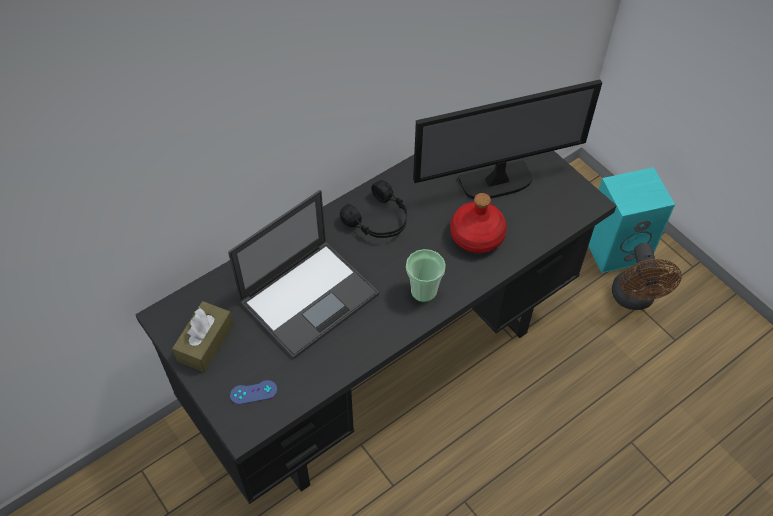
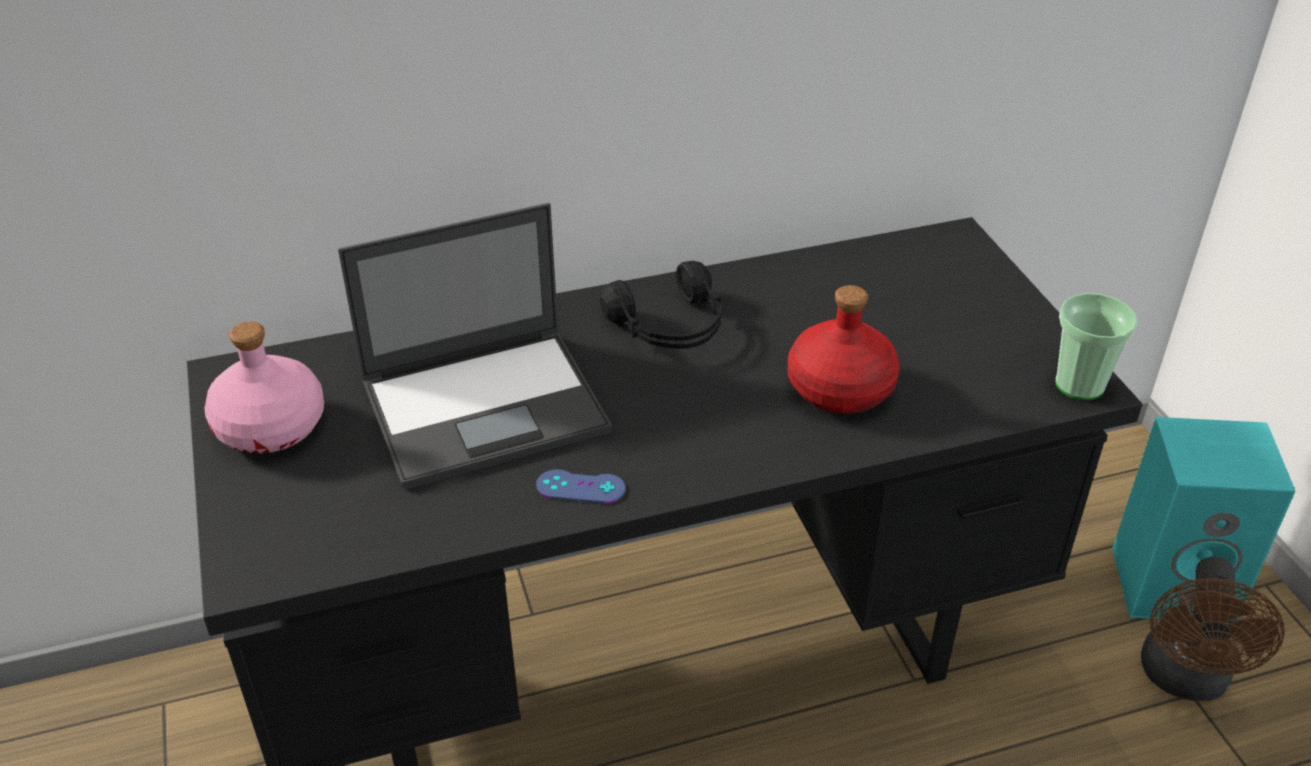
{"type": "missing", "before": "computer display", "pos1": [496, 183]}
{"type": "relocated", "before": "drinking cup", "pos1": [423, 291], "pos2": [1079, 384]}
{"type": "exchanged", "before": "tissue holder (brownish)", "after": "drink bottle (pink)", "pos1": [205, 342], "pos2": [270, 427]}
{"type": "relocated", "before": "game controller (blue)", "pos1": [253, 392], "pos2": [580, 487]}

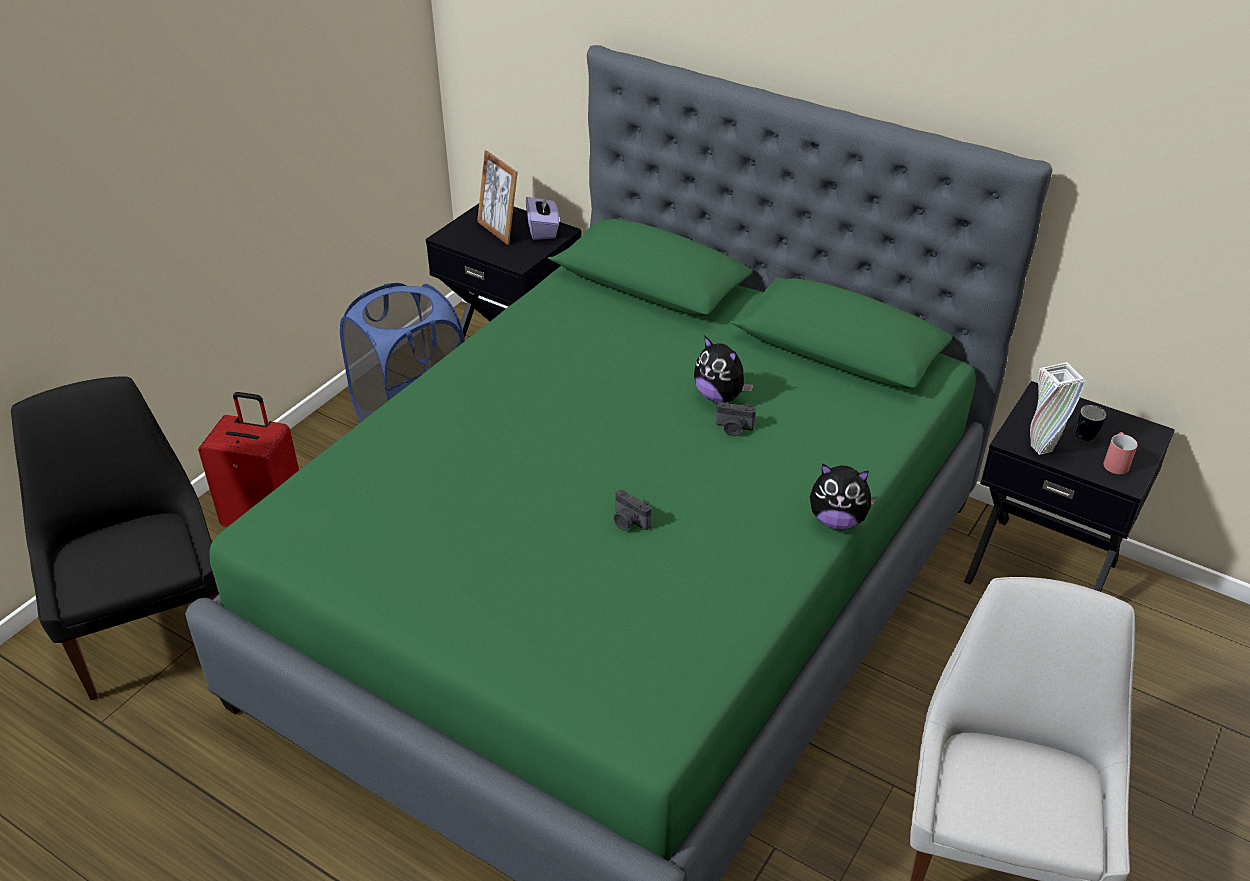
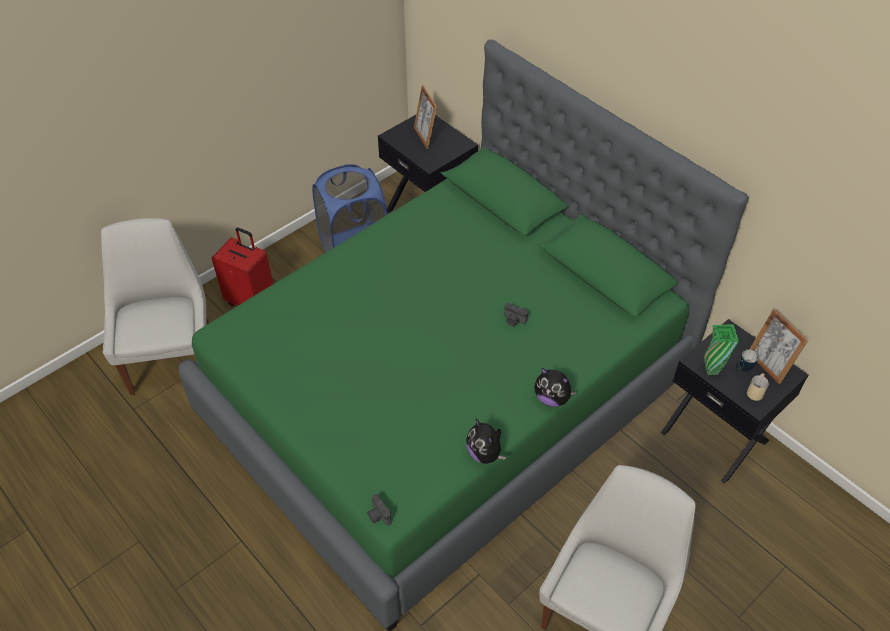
{"type": "missing", "before": "tissue holder (purplish)", "pos1": [543, 230]}
{"type": "relocated", "before": "soft toy", "pos1": [720, 396], "pos2": [485, 453]}
{"type": "colour", "before": "vase (white-coloured)", "after": "vase (green-coloured)", "pos1": [1041, 448], "pos2": [711, 370]}
{"type": "colour", "before": "chair (black-coloured)", "after": "chair (white-coloured)", "pos1": [153, 629], "pos2": [173, 358]}
{"type": "colour", "before": "coffee mug (red-coloured)", "after": "coffee mug (sand-coloured)", "pos1": [1115, 462], "pos2": [756, 390]}
{"type": "relocated", "before": "photo camera", "pos1": [629, 522], "pos2": [378, 516]}
{"type": "appeared", "after": "standing frame", "pos2": [768, 365]}

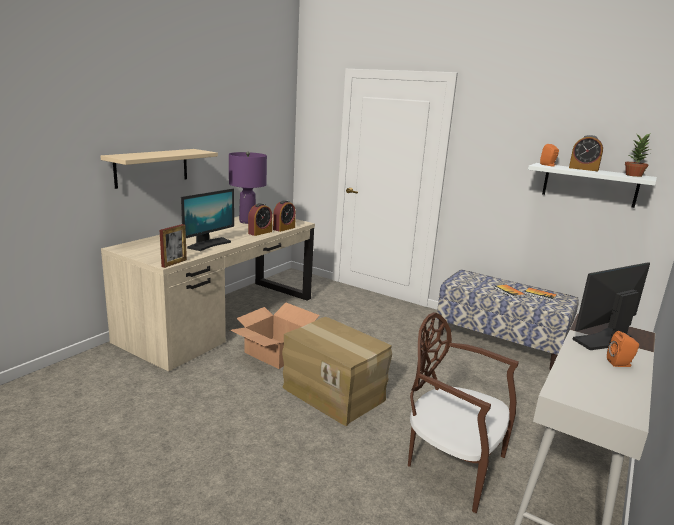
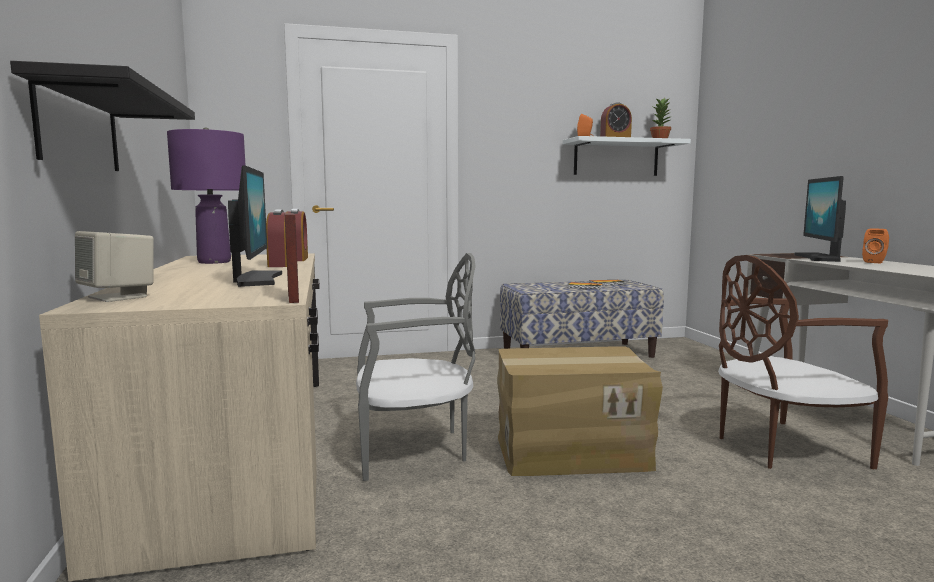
{"type": "colour", "before": "bracket shelf (sand-coloured)", "after": "bracket shelf (black-coloured)", "pos1": [152, 167], "pos2": [79, 128]}
{"type": "exchanged", "before": "cardboard box", "after": "chair (gray)", "pos1": [275, 353], "pos2": [413, 449]}
{"type": "appeared", "after": "speaker (sand-coloured)", "pos2": [119, 297]}

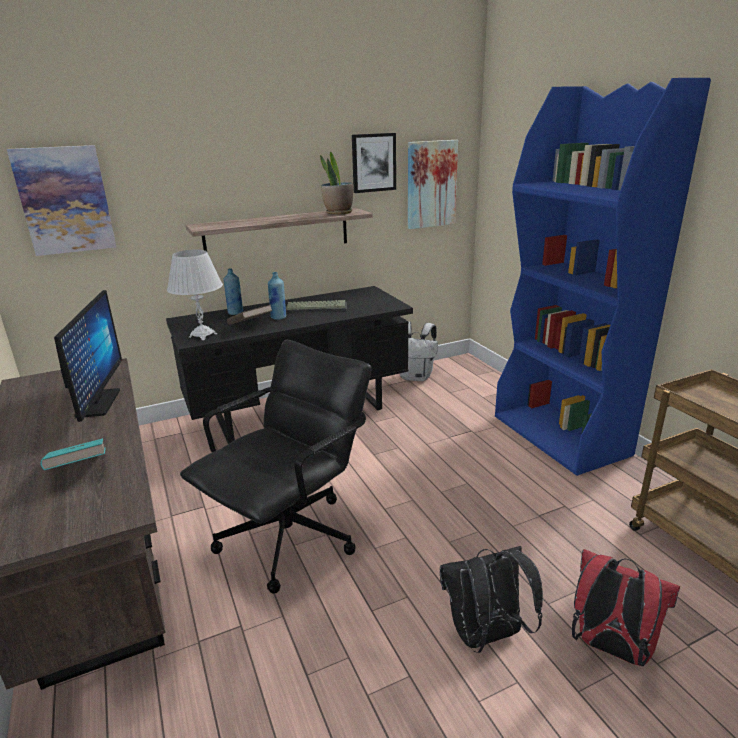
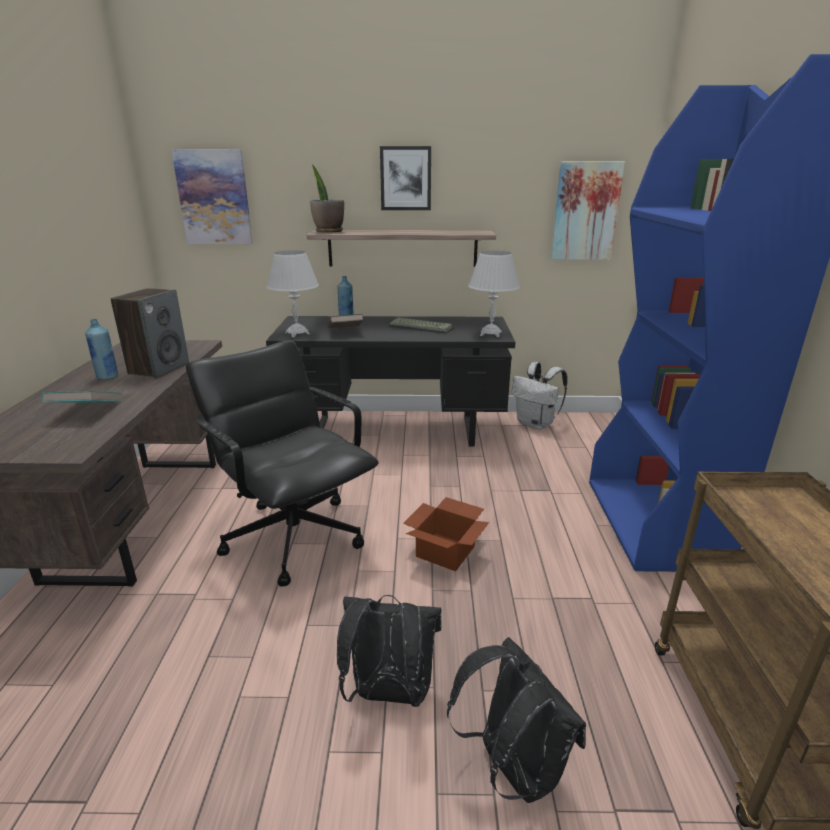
{"type": "relocated", "before": "wall picture", "pos1": [373, 162], "pos2": [405, 178]}
{"type": "relocated", "before": "plant in a pot", "pos1": [338, 213], "pos2": [328, 231]}
{"type": "relocated", "before": "drink bottle (blue)", "pos1": [278, 317], "pos2": [107, 377]}
{"type": "exchanged", "before": "computer display", "after": "speaker", "pos1": [98, 403], "pos2": [159, 369]}
{"type": "spun", "before": "computer chair (black-coloured)", "pos1": [290, 537], "pos2": [294, 536], "turn": -105}
{"type": "colour", "before": "rucksack (red-coloured)", "after": "rucksack (black-coloured)", "pos1": [610, 647], "pos2": [513, 766]}
{"type": "appeared", "after": "table lamp (white-coloured)", "pos2": [491, 334]}
{"type": "appeared", "after": "cardboard box", "pos2": [447, 551]}

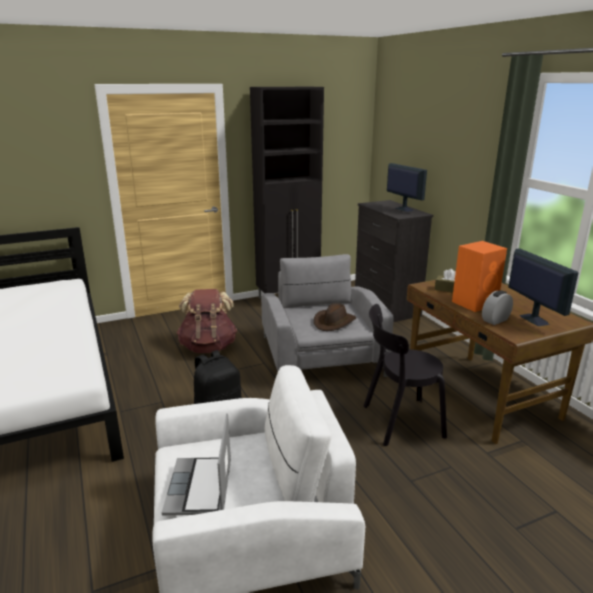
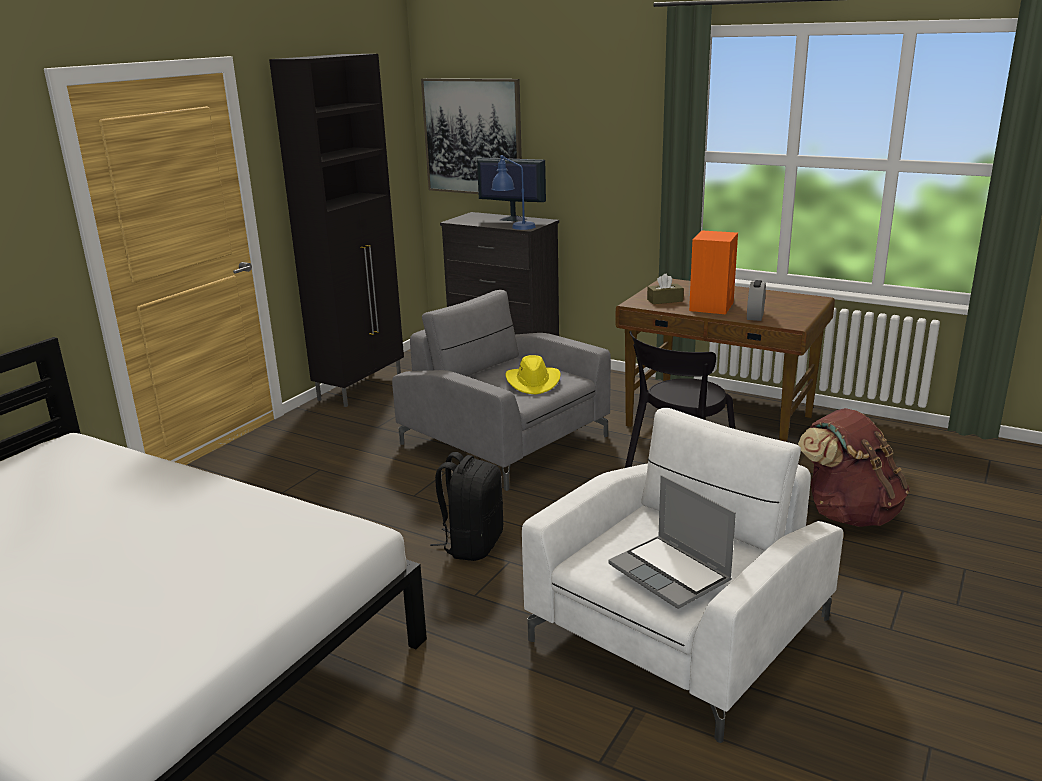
{"type": "missing", "before": "computer display", "pos1": [533, 319]}
{"type": "relocated", "before": "rucksack (brownish)", "pos1": [208, 347], "pos2": [848, 514]}
{"type": "colour", "before": "hat (brownish)", "after": "hat (yellowish)", "pos1": [334, 322], "pos2": [533, 382]}
{"type": "appeared", "after": "wall picture", "pos2": [473, 137]}
{"type": "appeared", "after": "table lamp (blue)", "pos2": [513, 226]}

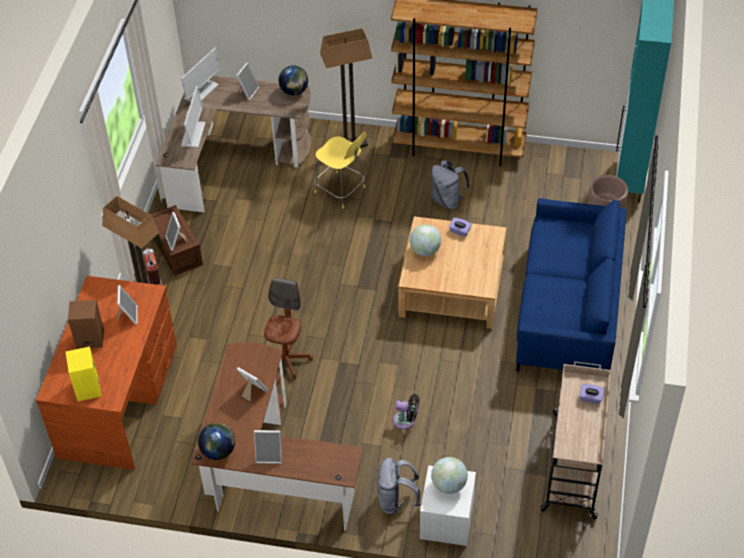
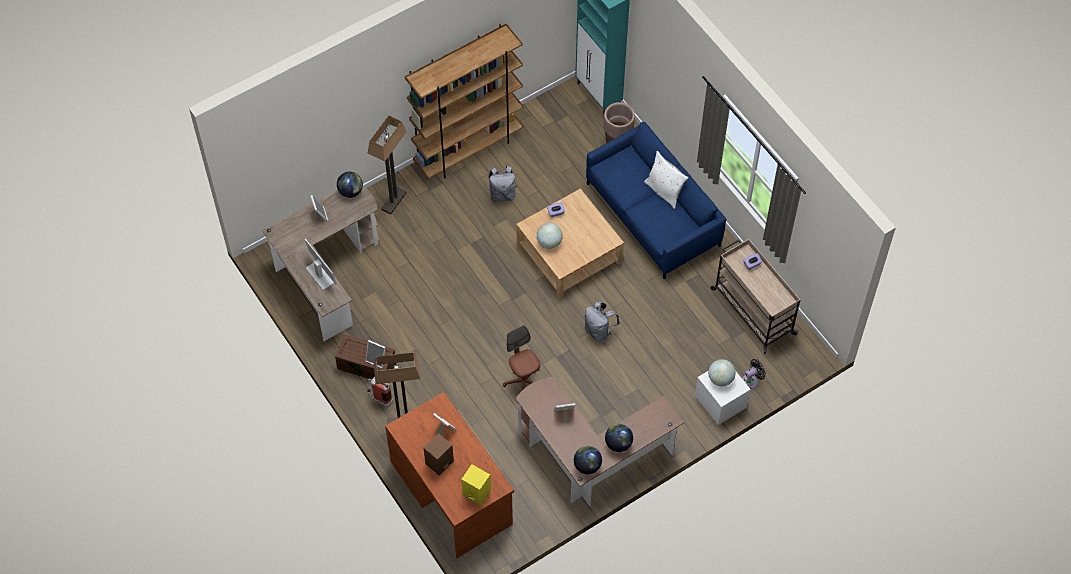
{"type": "missing", "before": "computer display", "pos1": [201, 92]}
{"type": "missing", "before": "sitting stool (yellowish)", "pos1": [341, 191]}
{"type": "relocated", "before": "fan (black-coloured)", "pos1": [406, 421], "pos2": [751, 380]}
{"type": "exchanged", "before": "standing frame", "after": "desk globe", "pos1": [269, 455], "pos2": [618, 443]}
{"type": "relocated", "before": "rucksack (gray)", "pos1": [396, 501], "pos2": [599, 331]}
{"type": "appeared", "after": "cushion (white-coloured)", "pos2": [664, 191]}

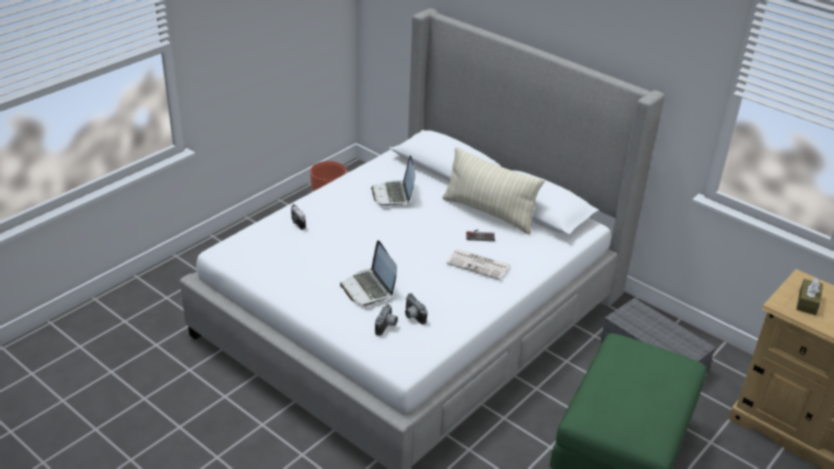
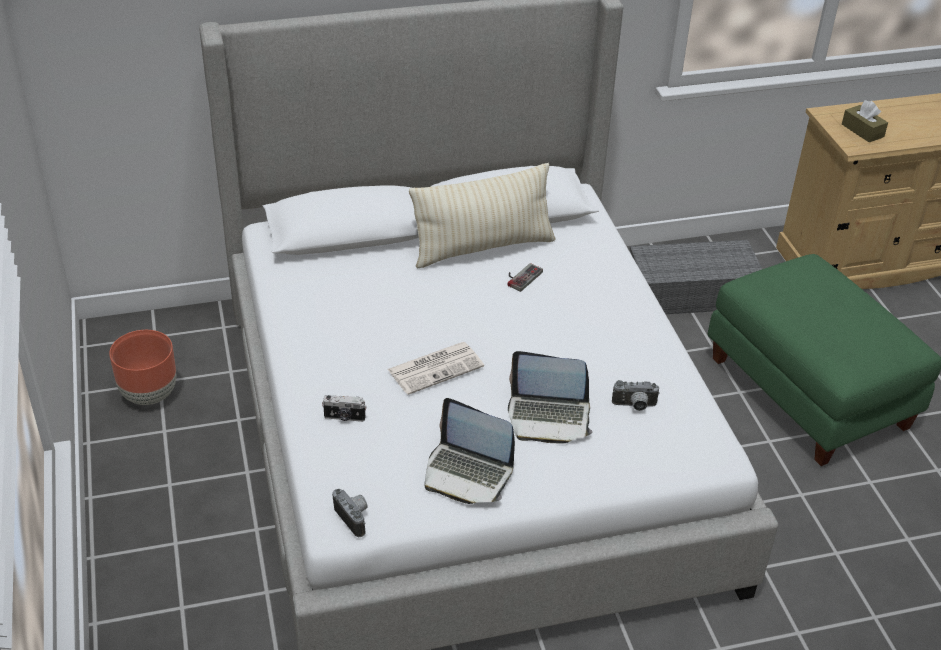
{"type": "relocated", "before": "laptop", "pos1": [394, 194], "pos2": [467, 473]}
{"type": "relocated", "before": "daily paper", "pos1": [479, 264], "pos2": [436, 367]}
{"type": "relocated", "before": "photo camera", "pos1": [387, 327], "pos2": [354, 518]}

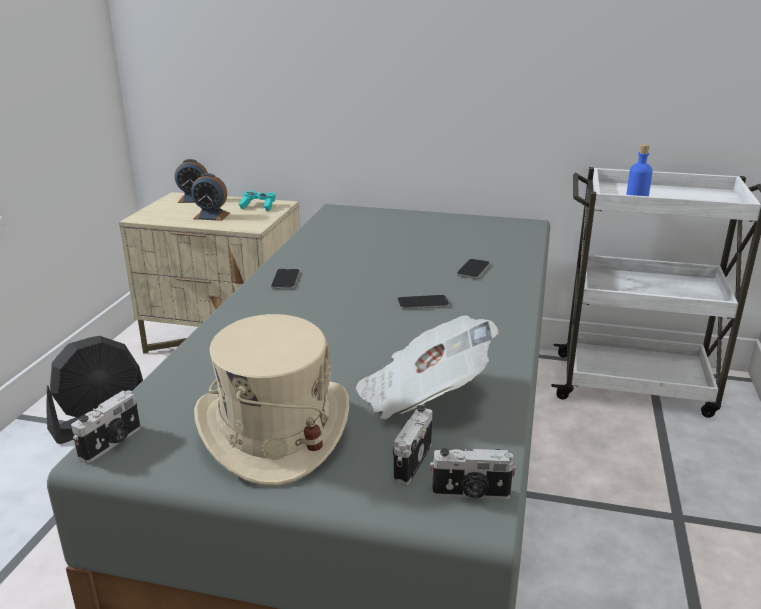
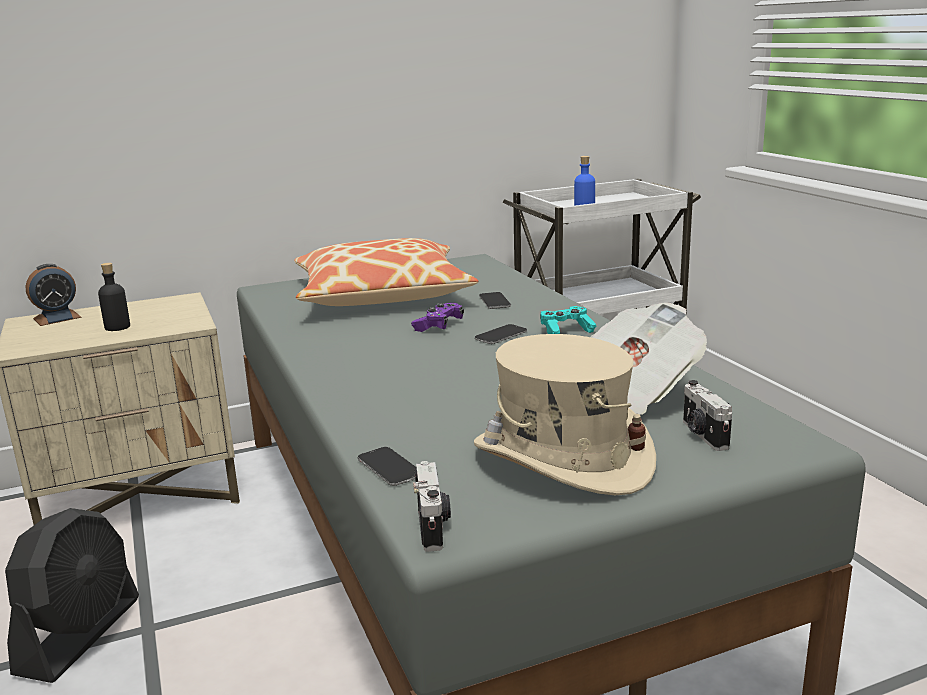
{"type": "exchanged", "before": "bedside clock", "after": "drink bottle (black-coloured)", "pos1": [211, 216], "pos2": [117, 327]}
{"type": "relocated", "before": "game controller (blue-green)", "pos1": [258, 207], "pos2": [566, 331]}
{"type": "relocated", "before": "phone", "pos1": [285, 280], "pos2": [389, 468]}
{"type": "missing", "before": "photo camera", "pos1": [471, 494]}
{"type": "appeared", "after": "cushion", "pos2": [382, 294]}
{"type": "appeared", "after": "game controller (purplish)", "pos2": [438, 326]}

